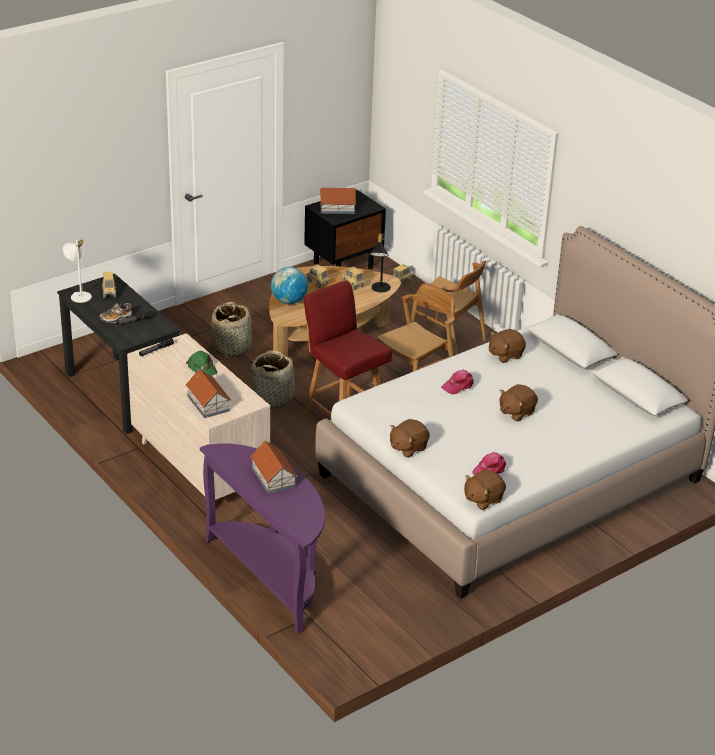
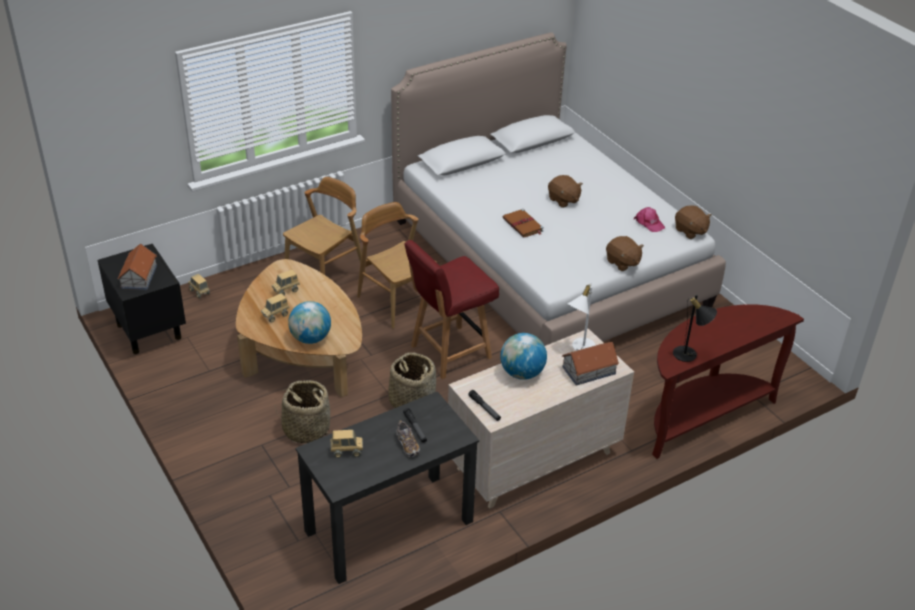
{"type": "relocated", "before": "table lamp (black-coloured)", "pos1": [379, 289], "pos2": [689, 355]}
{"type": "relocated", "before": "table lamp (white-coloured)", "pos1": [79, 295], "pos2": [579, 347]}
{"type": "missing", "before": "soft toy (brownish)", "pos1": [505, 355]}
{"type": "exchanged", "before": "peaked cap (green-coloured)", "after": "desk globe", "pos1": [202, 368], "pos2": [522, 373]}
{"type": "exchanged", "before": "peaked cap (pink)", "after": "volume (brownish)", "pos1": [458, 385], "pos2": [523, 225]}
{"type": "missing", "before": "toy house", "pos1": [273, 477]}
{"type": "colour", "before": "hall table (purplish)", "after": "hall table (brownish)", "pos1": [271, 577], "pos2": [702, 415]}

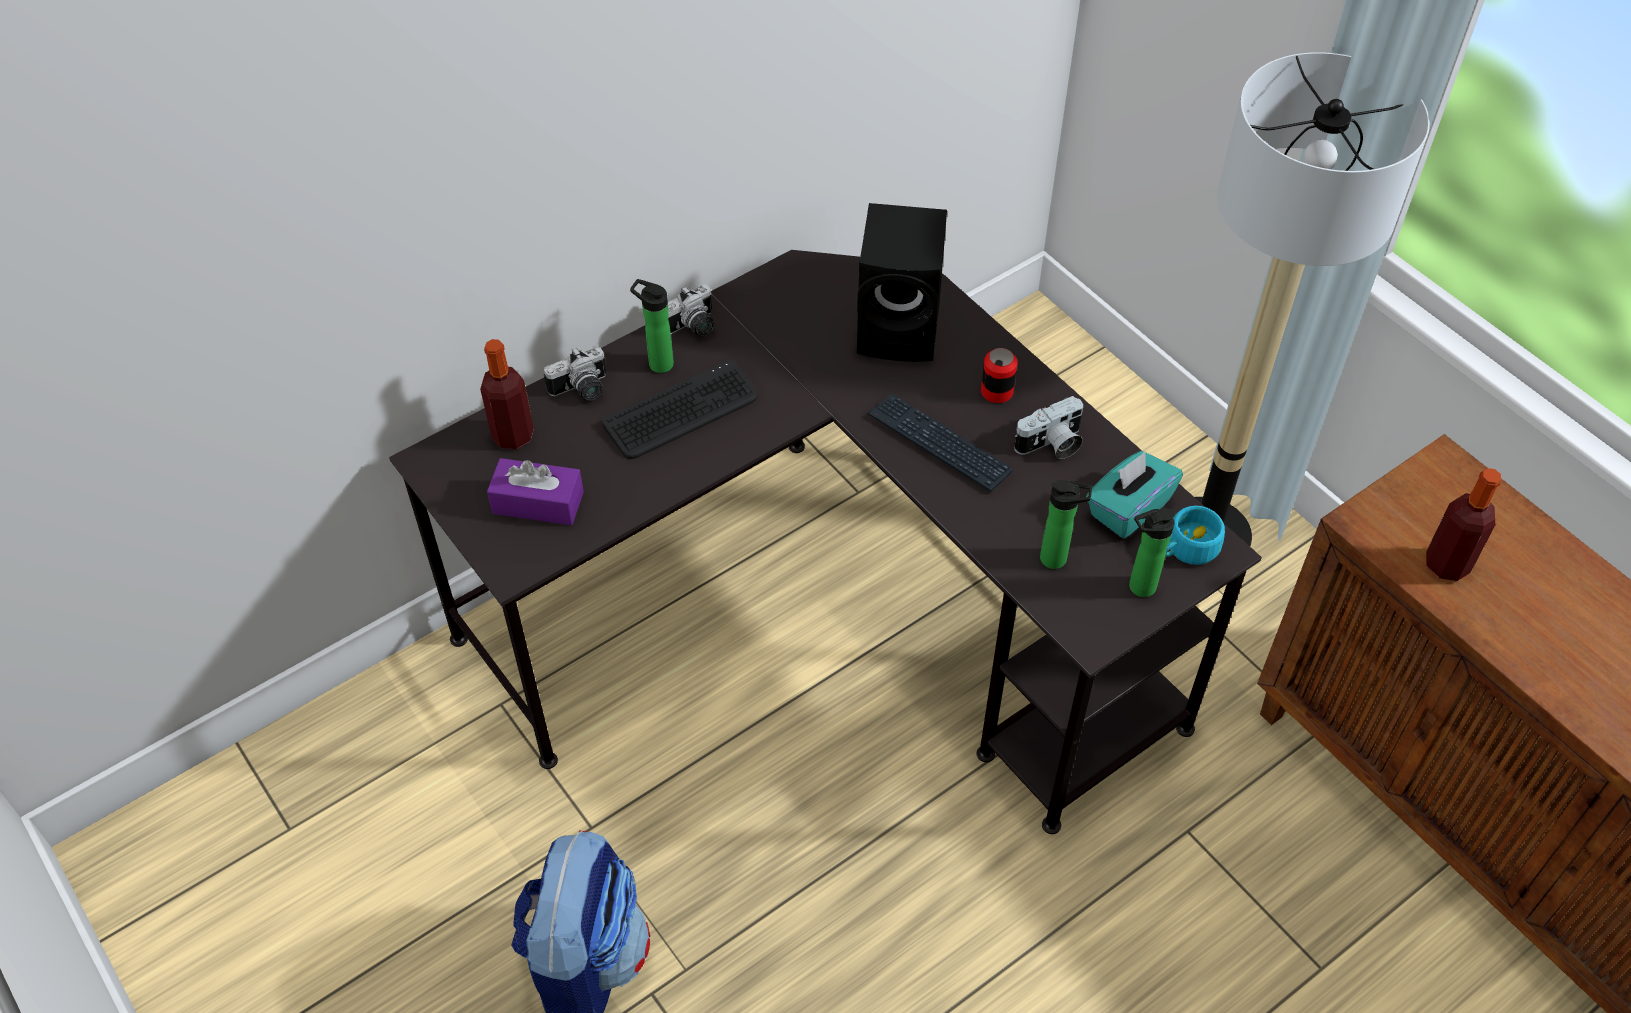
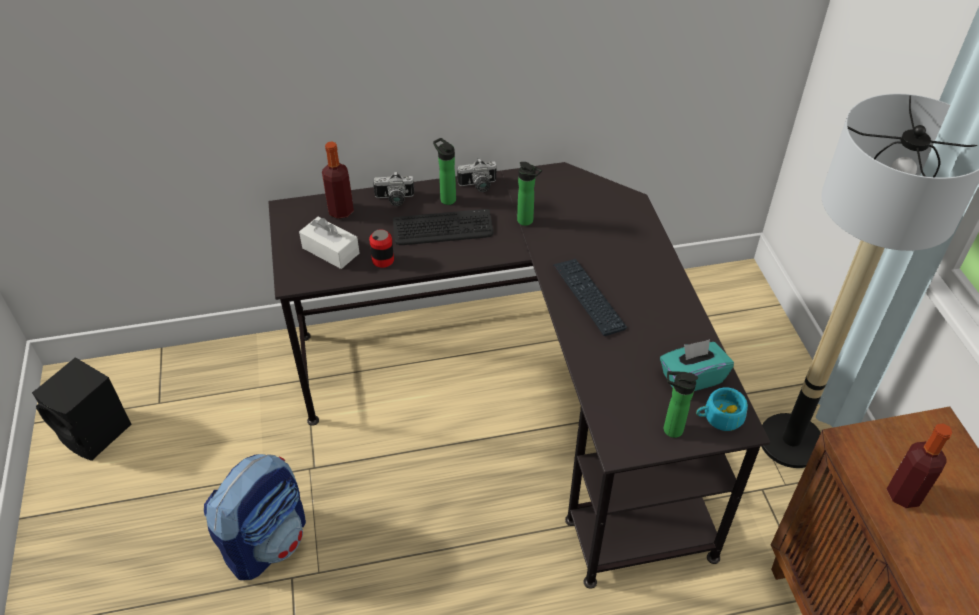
{"type": "relocated", "before": "speaker (black-coloured)", "pos1": [902, 329], "pos2": [96, 434]}
{"type": "relocated", "before": "metal can", "pos1": [997, 392], "pos2": [383, 260]}
{"type": "missing", "before": "photo camera", "pos1": [1051, 445]}
{"type": "colour", "before": "tissue holder (purplish)", "after": "tissue holder (white-coloured)", "pos1": [538, 502], "pos2": [330, 250]}
{"type": "relocated", "before": "drink bottle", "pos1": [1057, 559], "pos2": [527, 221]}

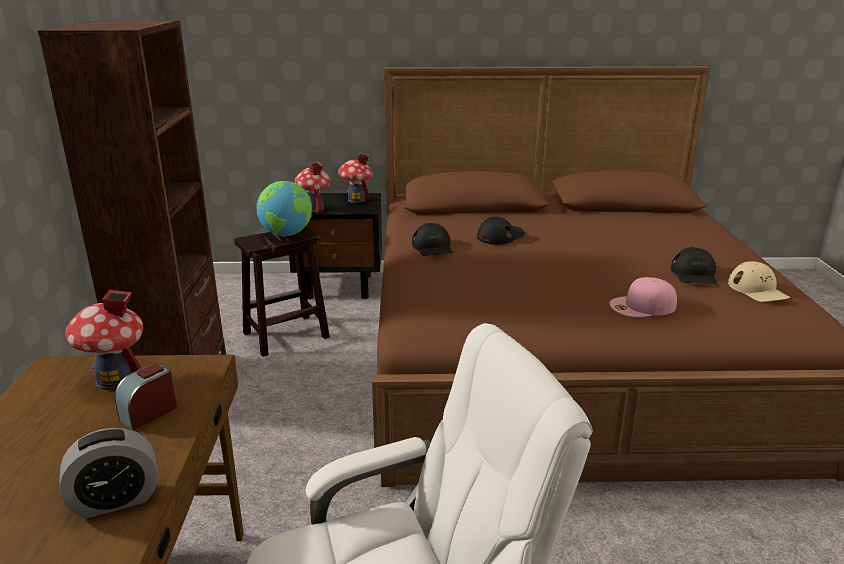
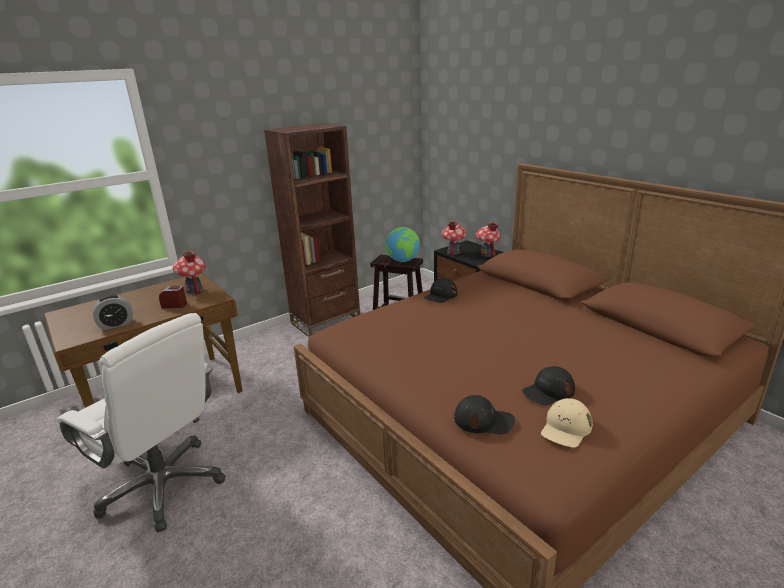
{"type": "relocated", "before": "peaked cap (black-coloured)", "pos1": [500, 236], "pos2": [484, 420]}
{"type": "missing", "before": "peaked cap (pink)", "pos1": [642, 306]}
{"type": "spun", "before": "bedside clock", "pos1": [115, 500], "pos2": [116, 324], "turn": -60}

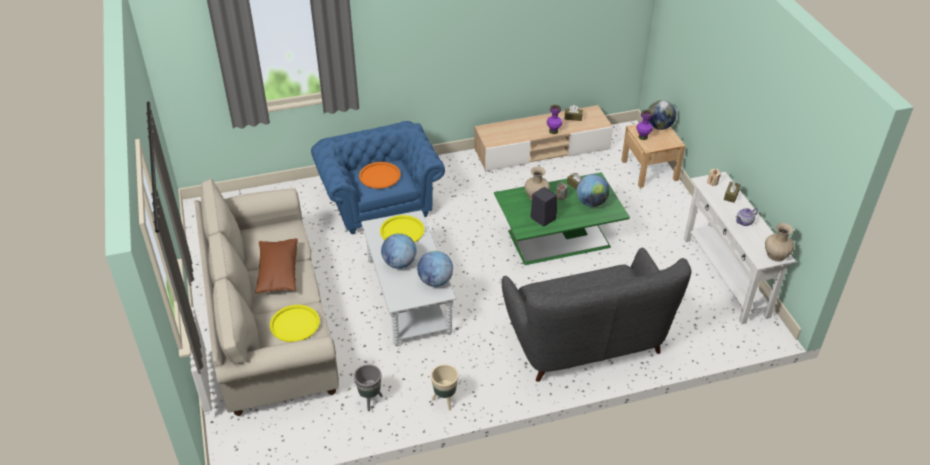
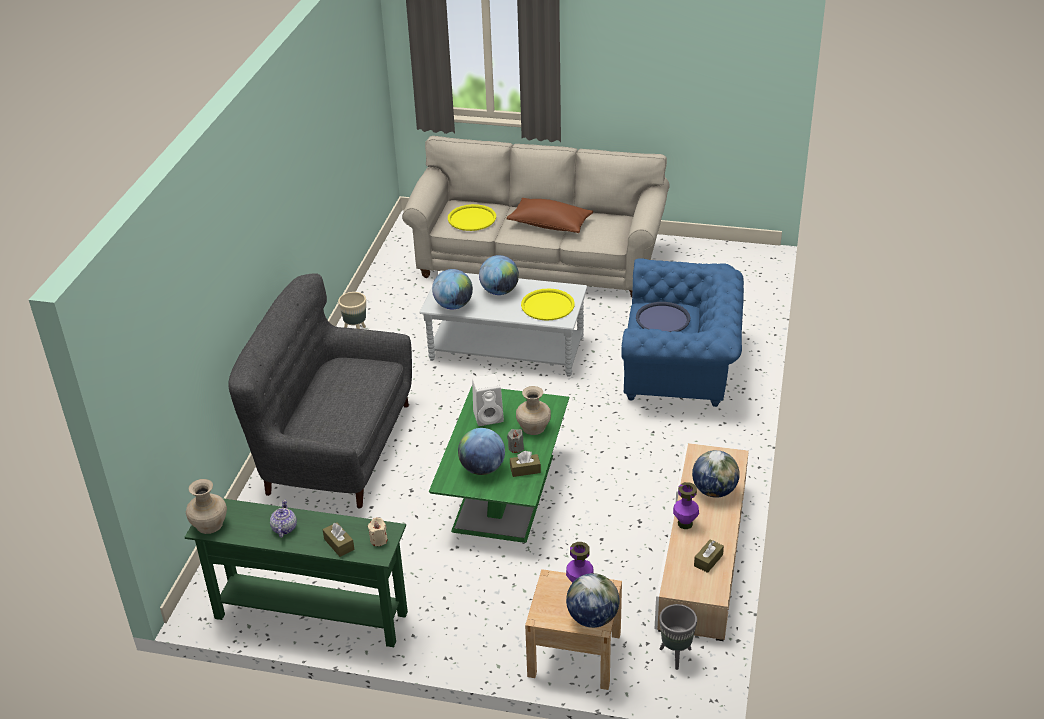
{"type": "colour", "before": "carrying tray (orange-coloured)", "after": "carrying tray (blue)", "pos1": [379, 176], "pos2": [663, 319]}
{"type": "colour", "before": "hall table (white-coloured)", "after": "hall table (green-coloured)", "pos1": [725, 276], "pos2": [310, 615]}
{"type": "colour", "before": "speaker (black-coloured)", "after": "speaker (white-coloured)", "pos1": [542, 218], "pos2": [489, 416]}
{"type": "relocated", "before": "flower pot (gray)", "pos1": [370, 400], "pos2": [675, 655]}
{"type": "appeared", "after": "desk globe", "pos2": [714, 491]}

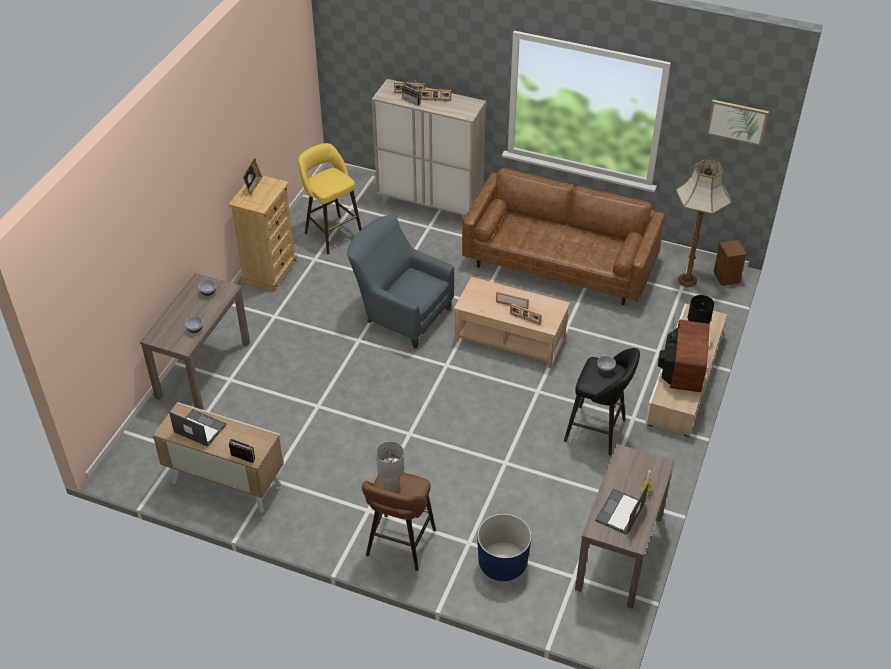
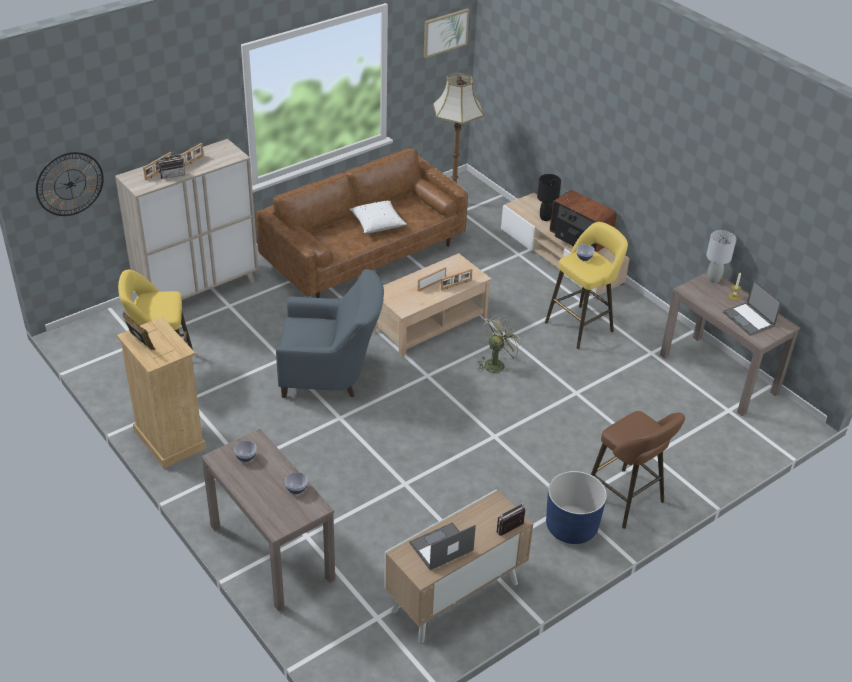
{"type": "spun", "before": "lounge chair (blue)", "pos1": [400, 314], "pos2": [331, 375], "turn": -150}
{"type": "missing", "before": "speaker (brownish)", "pos1": [726, 277]}
{"type": "colour", "before": "sitting stool (black-coloured)", "after": "sitting stool (yellowish)", "pos1": [598, 431], "pos2": [582, 325]}
{"type": "relocated", "before": "table lamp (gray)", "pos1": [392, 487], "pos2": [713, 279]}
{"type": "relocated", "before": "flower pot (blue)", "pos1": [502, 563], "pos2": [571, 527]}
{"type": "appeared", "after": "hanging clock", "pos2": [70, 184]}
{"type": "appeared", "after": "cushion (white-coloured)", "pos2": [377, 225]}
{"type": "appeared", "after": "fan (green-coloured)", "pos2": [496, 363]}

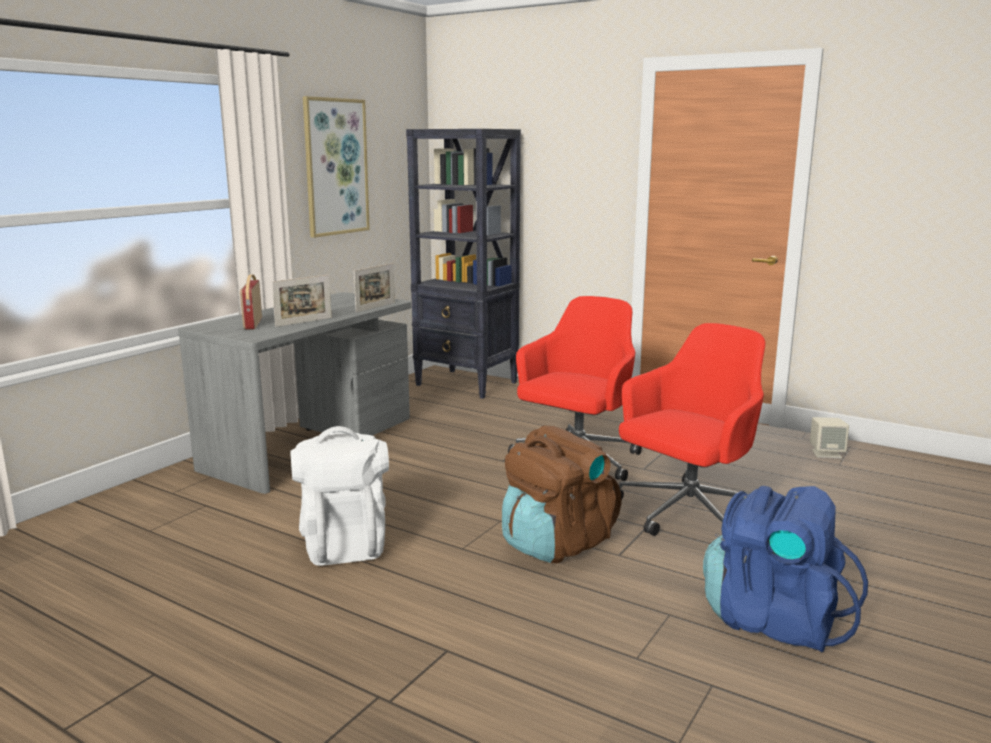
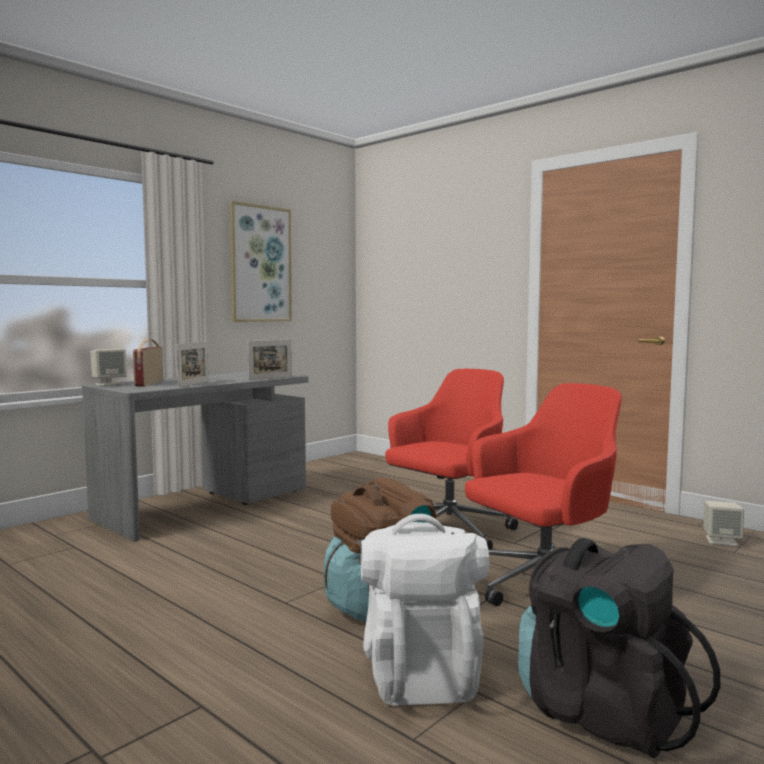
{"type": "missing", "before": "shelving unit (black-coloured)", "pos1": [467, 384]}
{"type": "spun", "before": "standing frame", "pos1": [304, 322], "pos2": [193, 384], "turn": -45}
{"type": "relocated", "before": "rucksack (white-coloured)", "pos1": [344, 542], "pos2": [420, 671]}
{"type": "colour", "before": "rucksack (blue)", "after": "rucksack (black-coloured)", "pos1": [773, 620], "pos2": [602, 711]}
{"type": "appeared", "after": "speaker (sand-coloured)", "pos2": [109, 384]}

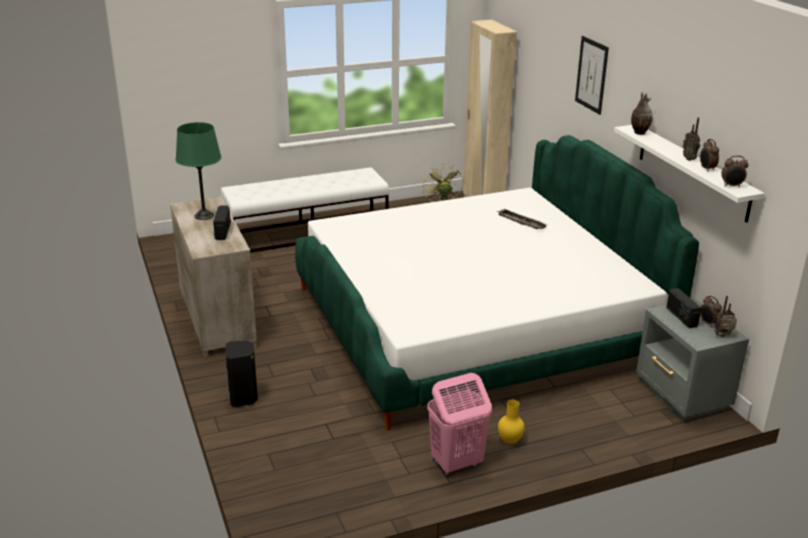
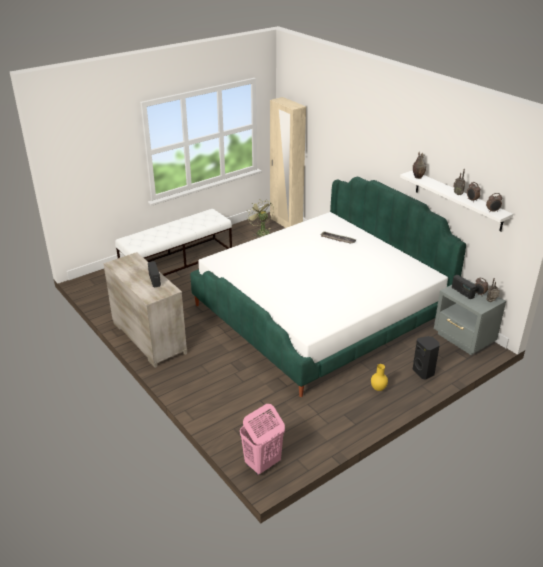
{"type": "missing", "before": "wall picture", "pos1": [591, 75]}
{"type": "missing", "before": "table lamp (green-coloured)", "pos1": [204, 216]}
{"type": "relocated", "before": "speaker (black-coloured)", "pos1": [244, 398], "pos2": [424, 372]}
{"type": "relocated", "before": "washing basket (pink)", "pos1": [456, 463], "pos2": [262, 464]}

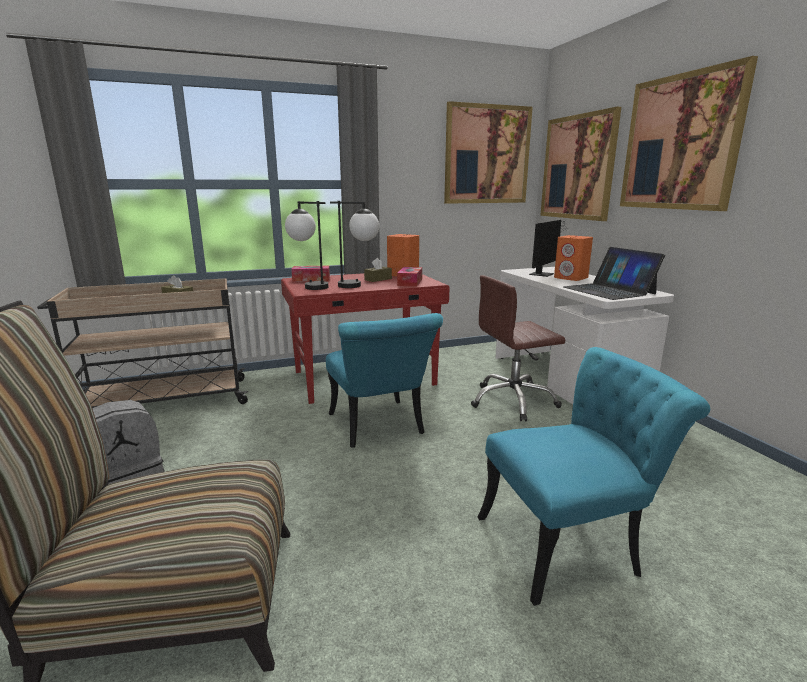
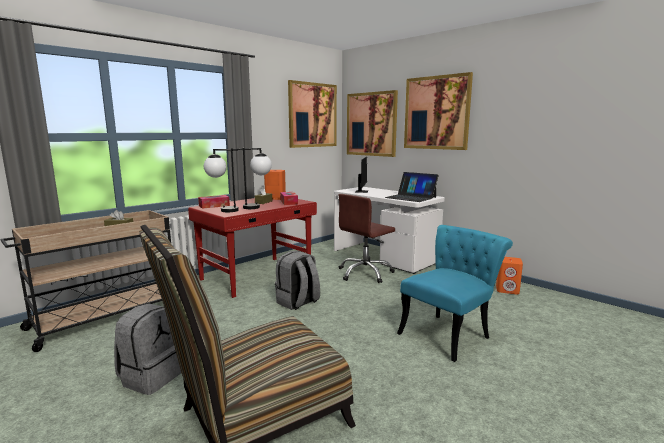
{"type": "relocated", "before": "speaker (orange-coloured)", "pos1": [571, 278], "pos2": [507, 290]}
{"type": "exchanged", "before": "chair (blue-green)", "after": "rucksack (gray)", "pos1": [380, 428], "pos2": [298, 302]}

